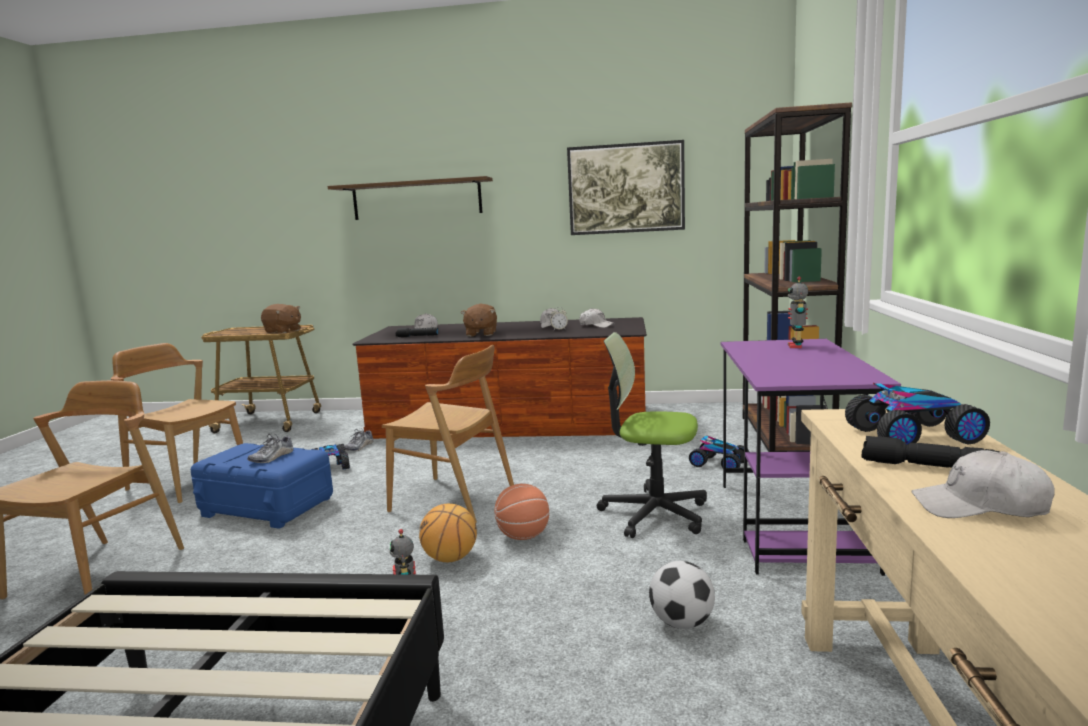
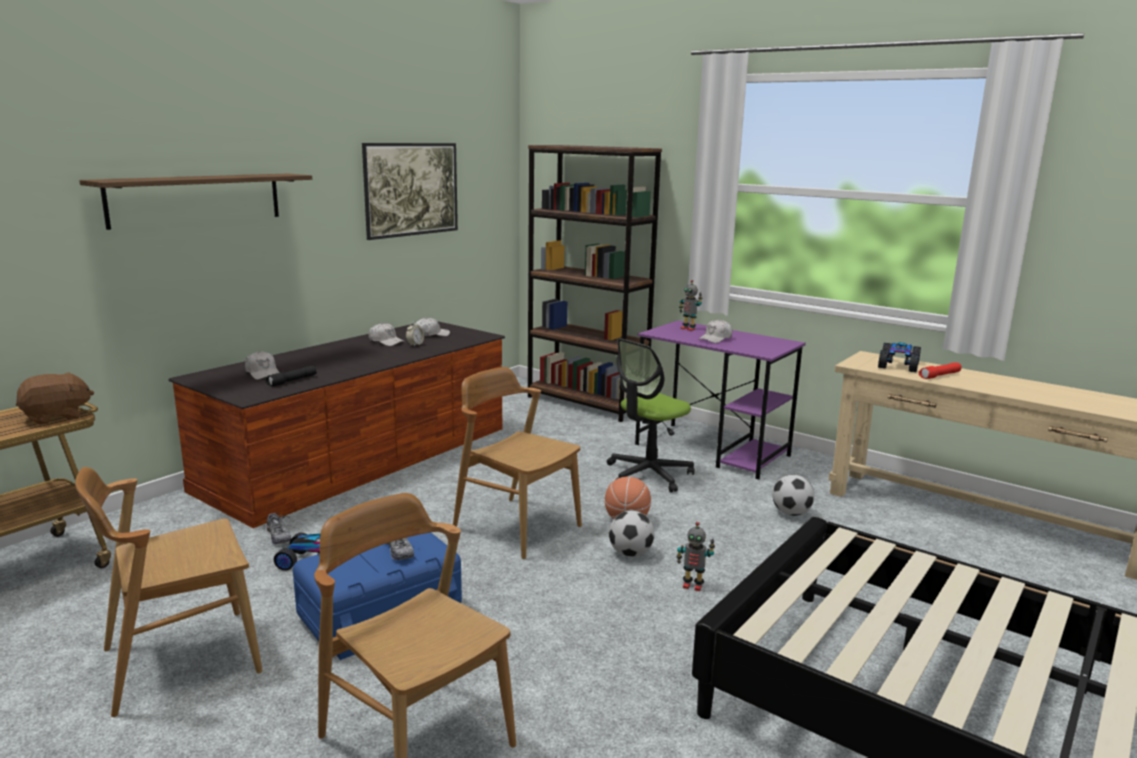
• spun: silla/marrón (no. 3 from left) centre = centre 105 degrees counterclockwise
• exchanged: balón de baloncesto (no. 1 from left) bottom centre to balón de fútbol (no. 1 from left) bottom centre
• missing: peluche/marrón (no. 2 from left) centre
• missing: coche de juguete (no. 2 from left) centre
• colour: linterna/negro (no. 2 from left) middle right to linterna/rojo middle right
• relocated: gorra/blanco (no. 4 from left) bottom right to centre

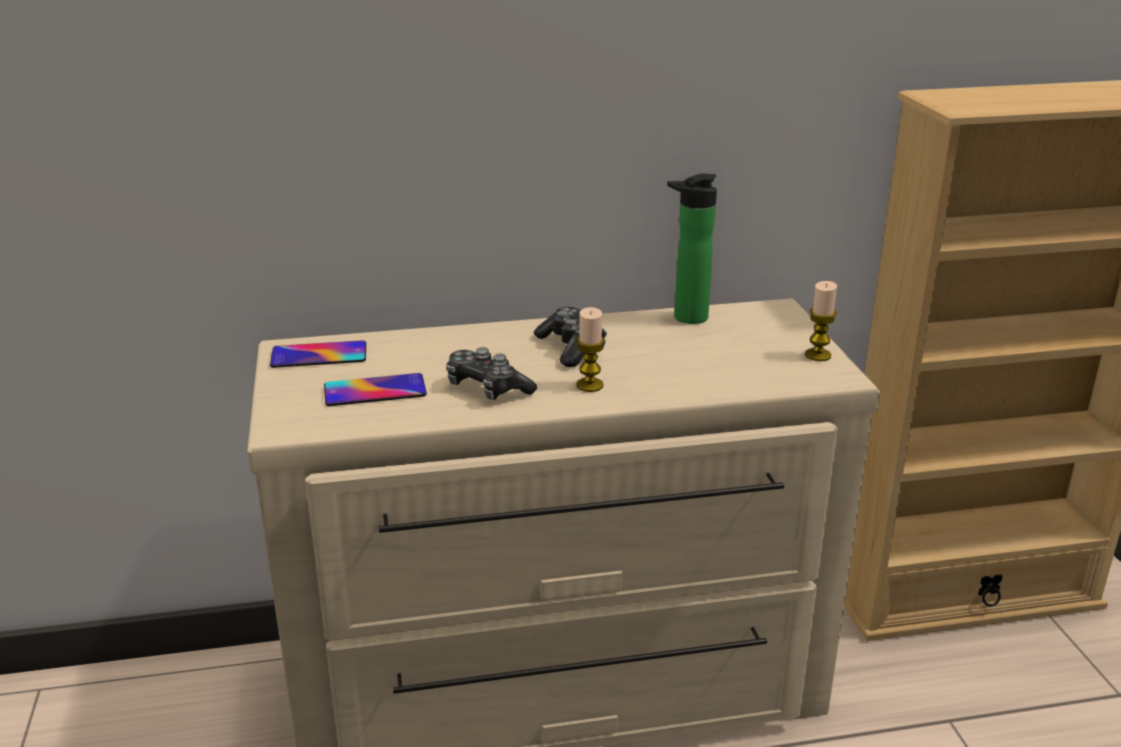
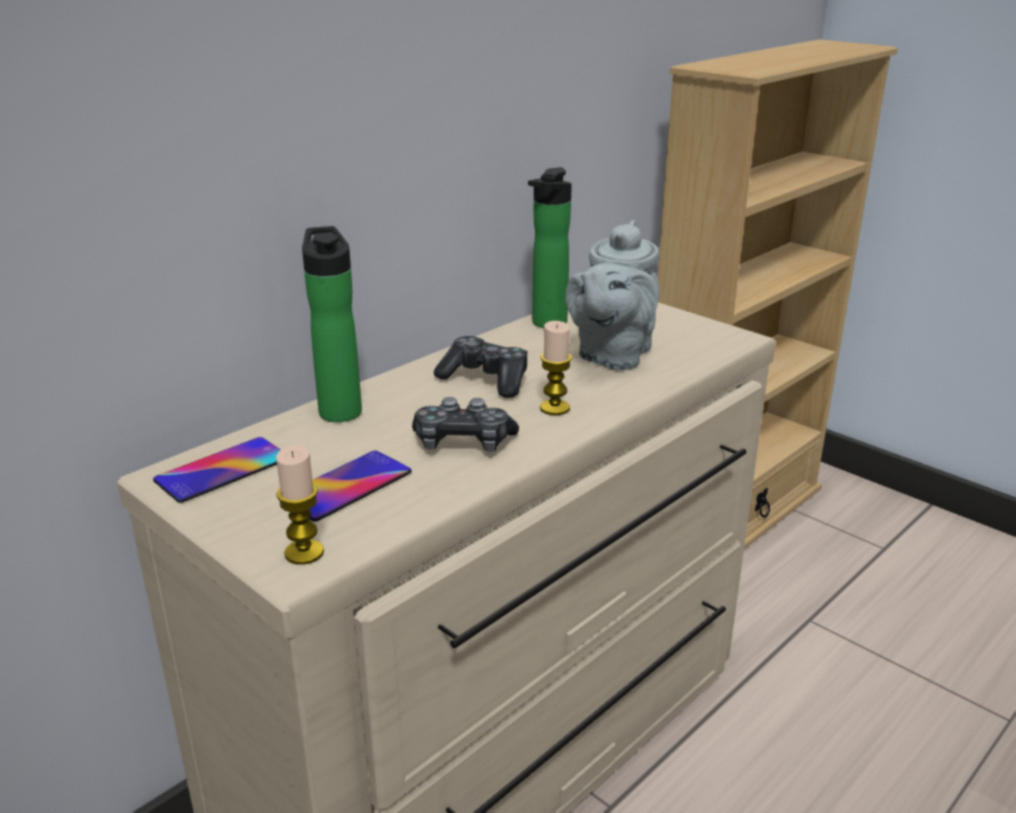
• relocated: vela (no. 2 from left in the first image) middle right to vela (no. 1 from left) middle left
• appeared: botella (no. 1 from left) middle left
• appeared: tetera/gris centre

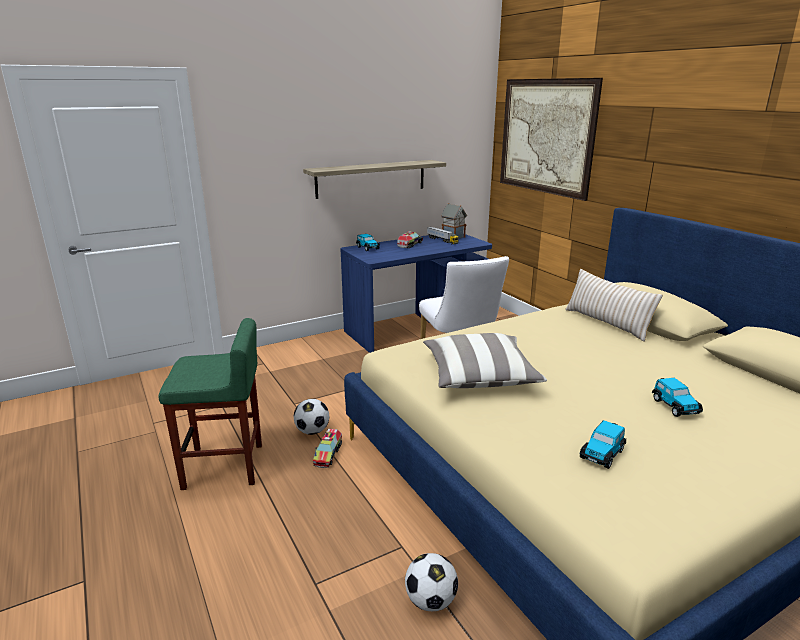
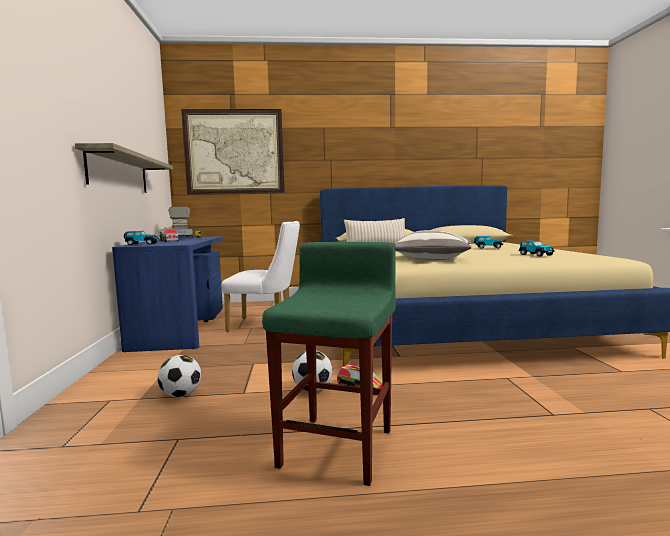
• relocated: balón de fútbol (no. 2 from left in the first image) bottom centre to balón de fútbol (no. 1 from left) bottom left

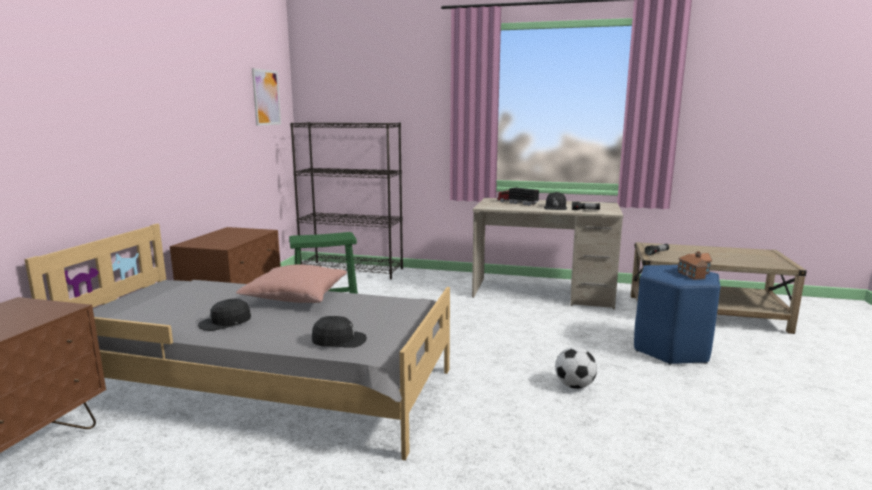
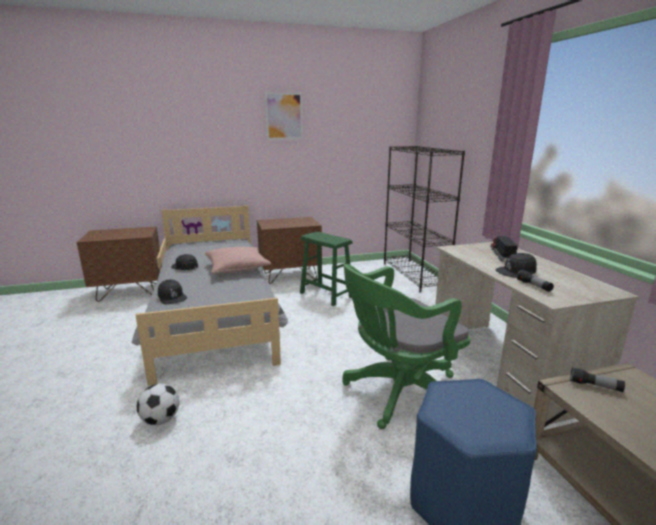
• relocated: cuadro top left to top centre
• relocated: balón de fútbol bottom centre to bottom left
• missing: casita middle right
• appeared: silla de oficina/verde centre

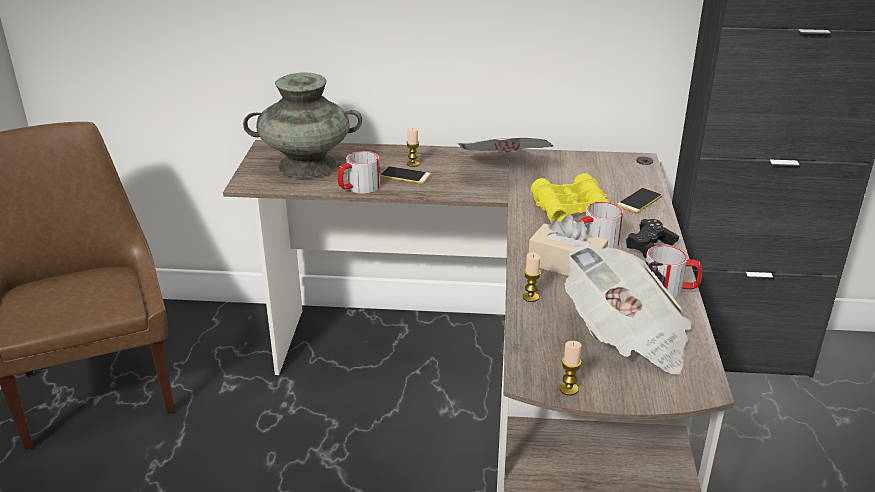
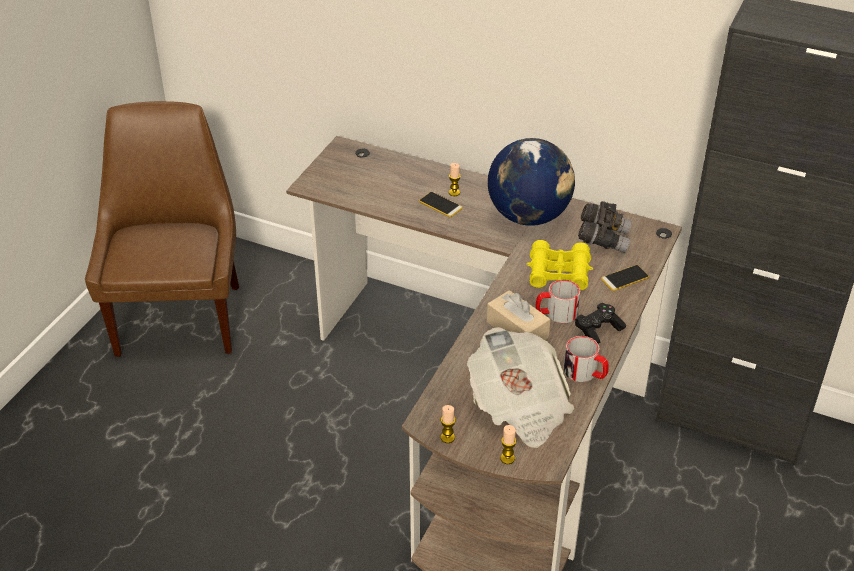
• missing: florero/turquesa top centre
• missing: taza grande (no. 1 from left) centre
• exchanged: periódico (no. 1 from left) top centre to globo terráqueo top centre
• relocated: vela (no. 2 from left in the first image) centre to vela (no. 3 from left) bottom centre
• appeared: prismáticos/gris middle right

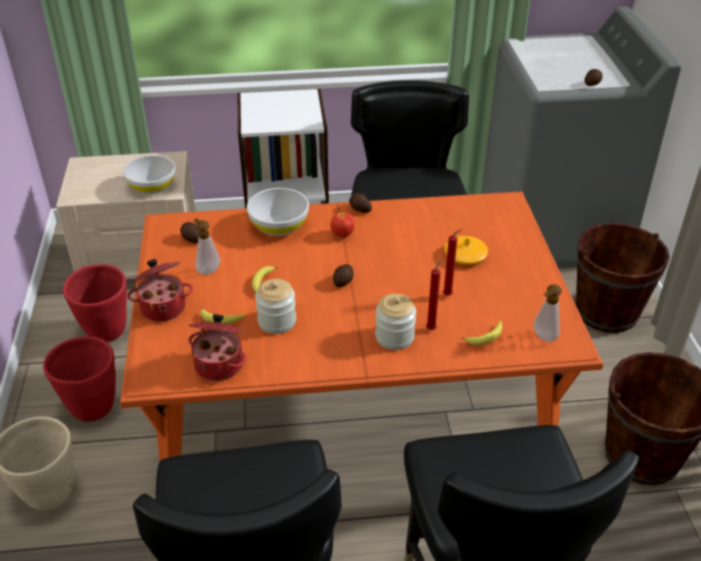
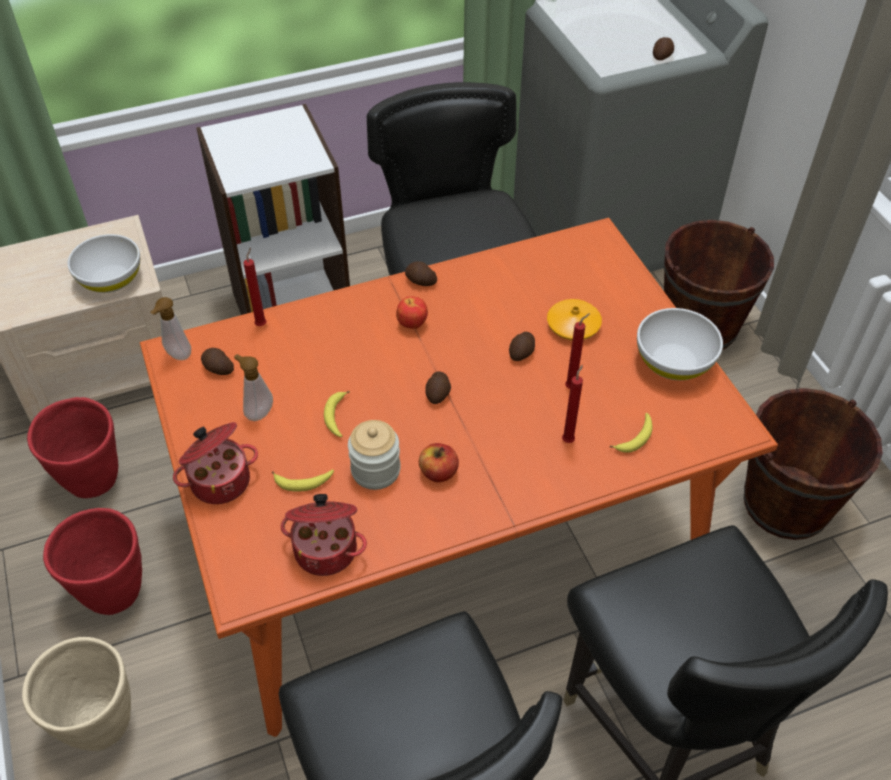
• relocated: cuenco/blanco (no. 2 from left) centre to middle right
• missing: tarro (no. 2 from left) centre
• relocated: dispensador de jabón (no. 2 from left in the first image) middle right to dispensador de jabón (no. 1 from left) middle left
• appeared: vela/rojo (no. 1 from left) middle left
• appeared: manzana (no. 2 from left) centre
• appeared: patata (no. 4 from left) centre

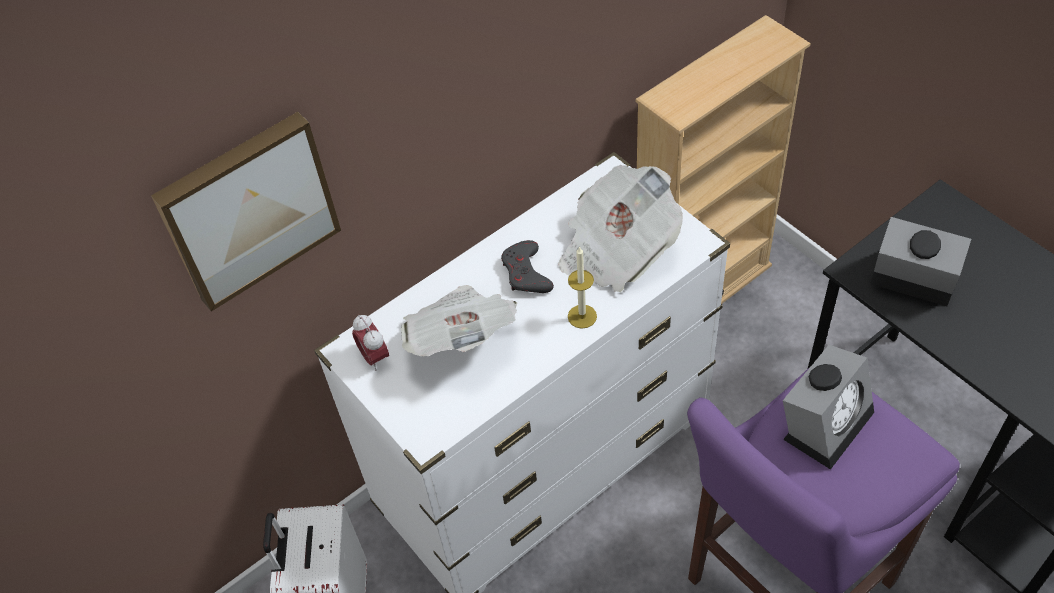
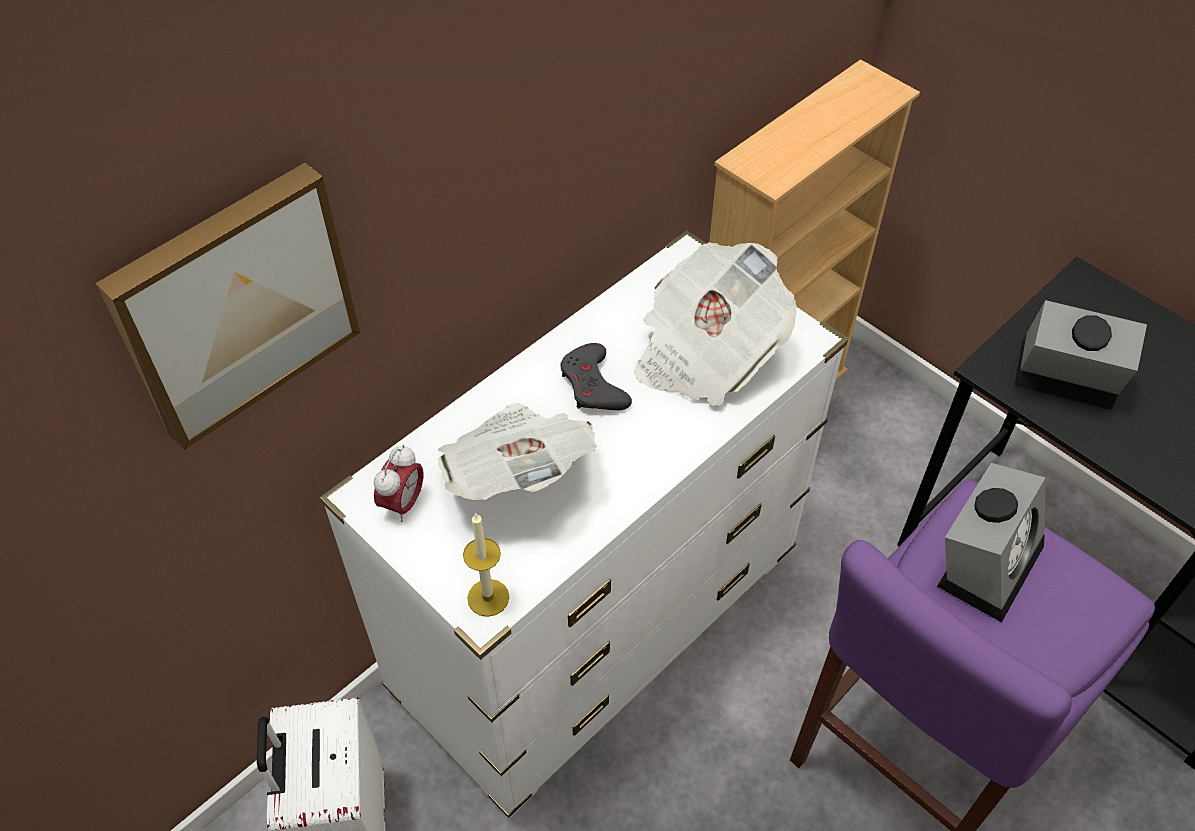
• spun: despertador (no. 1 from left) centre = centre 120 degrees counterclockwise
• relocated: vela centre to bottom centre

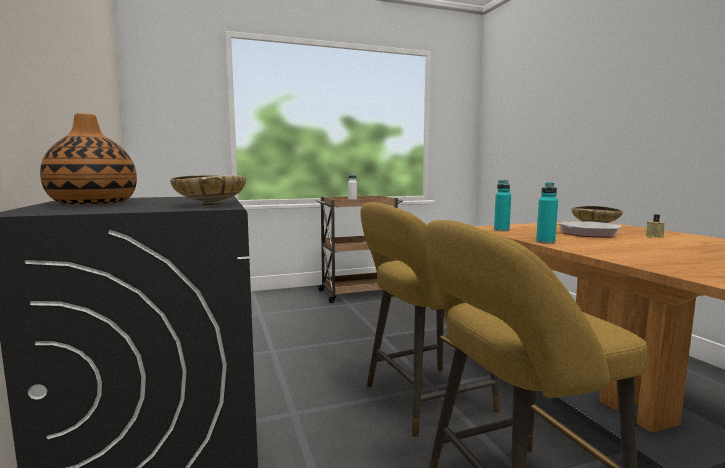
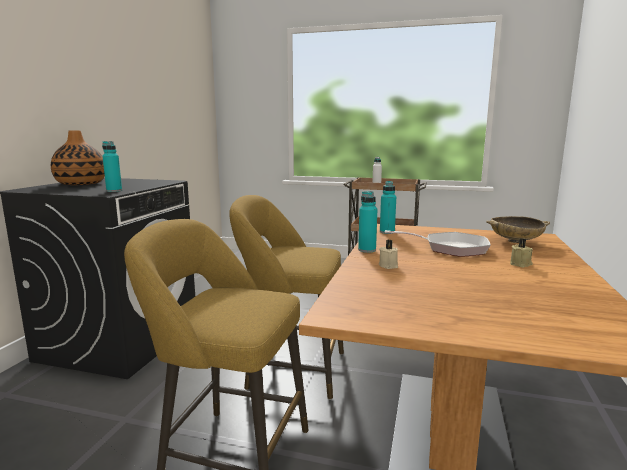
• exchanged: cuenco/beis (no. 1 from left) middle left to botella/turquesa (no. 1 from left) middle left
• appeared: vela/beis (no. 1 from left) centre

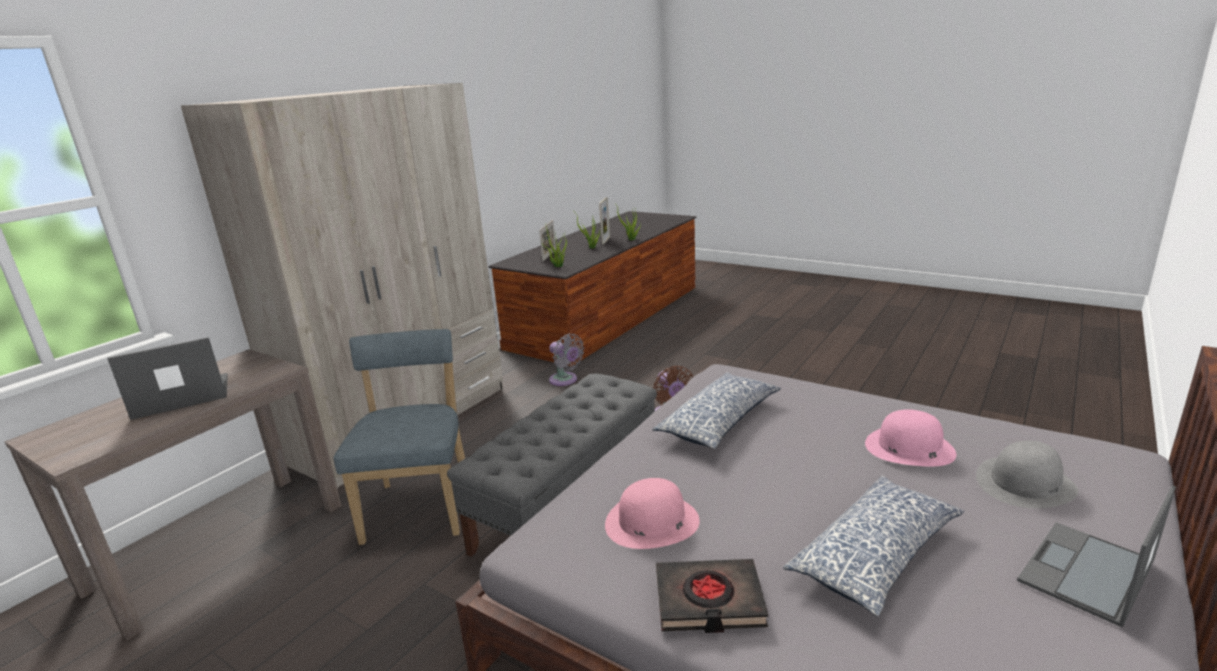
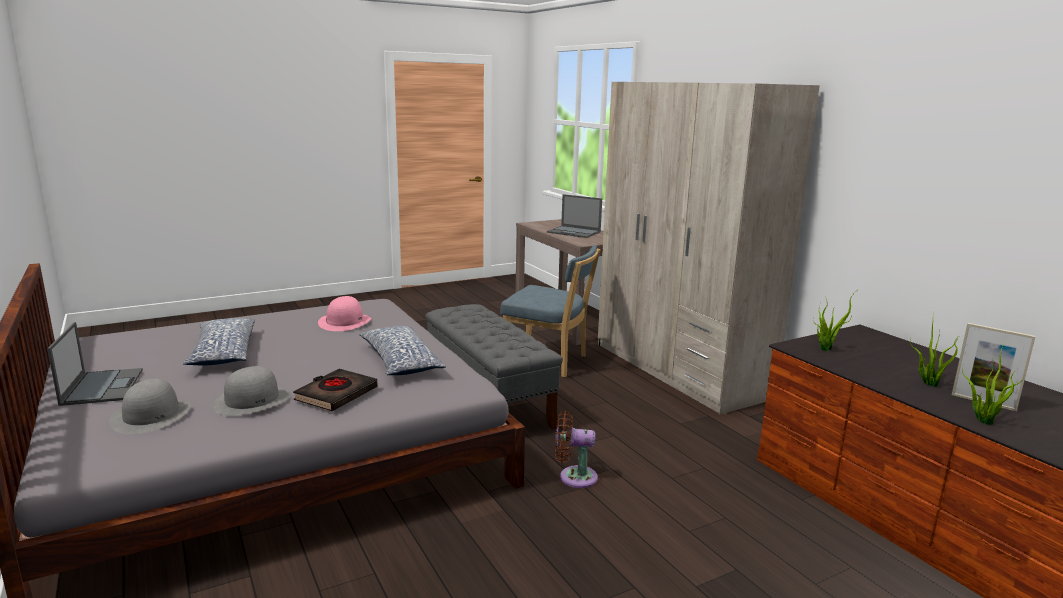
• spun: portátil (no. 1 from left in the first image) middle left = centre 120 degrees clockwise
• missing: portarretratos (no. 1 from left) centre
• missing: ventilador/gris centre
• relocated: libro/negro bottom centre to middle left
• colour: sombrero/rosa (no. 2 from left) middle right to sombrero/gris (no. 2 from left) middle left

